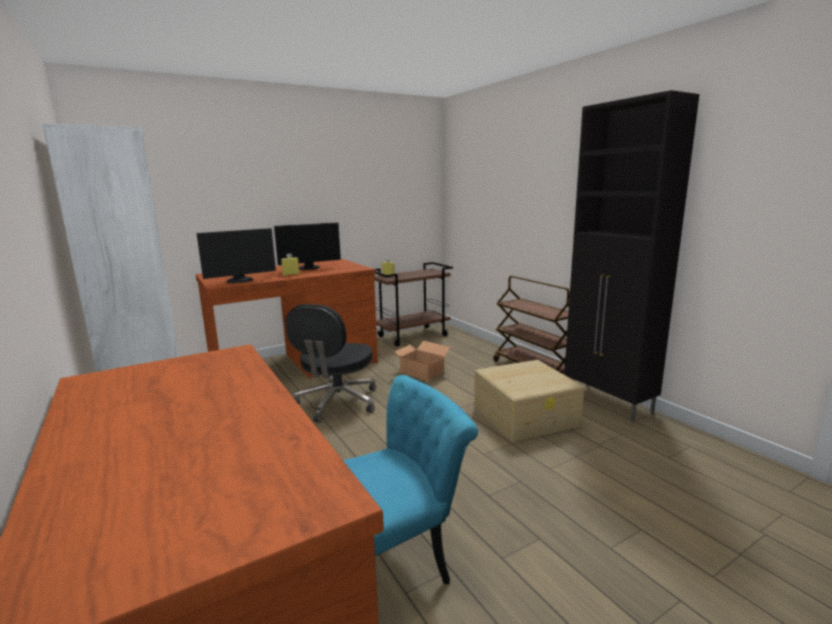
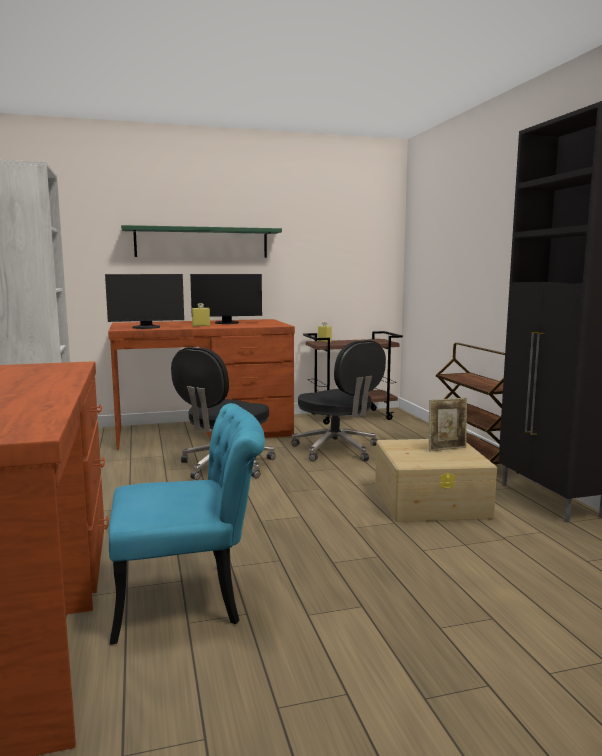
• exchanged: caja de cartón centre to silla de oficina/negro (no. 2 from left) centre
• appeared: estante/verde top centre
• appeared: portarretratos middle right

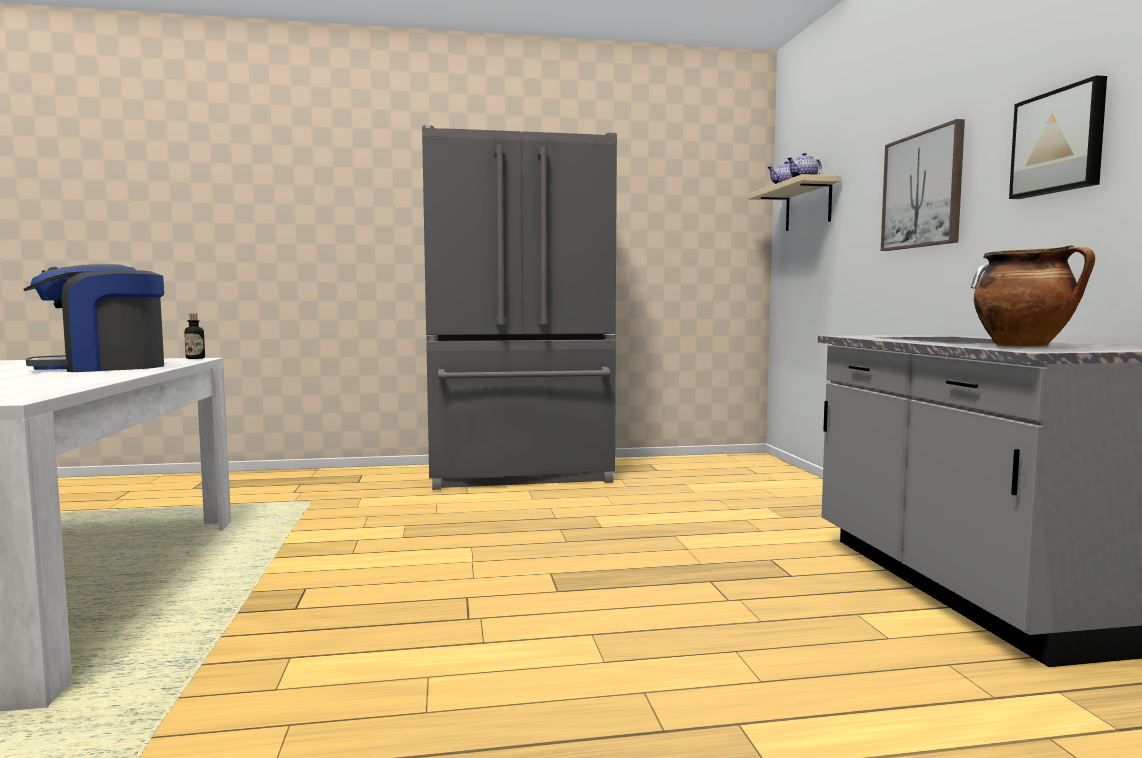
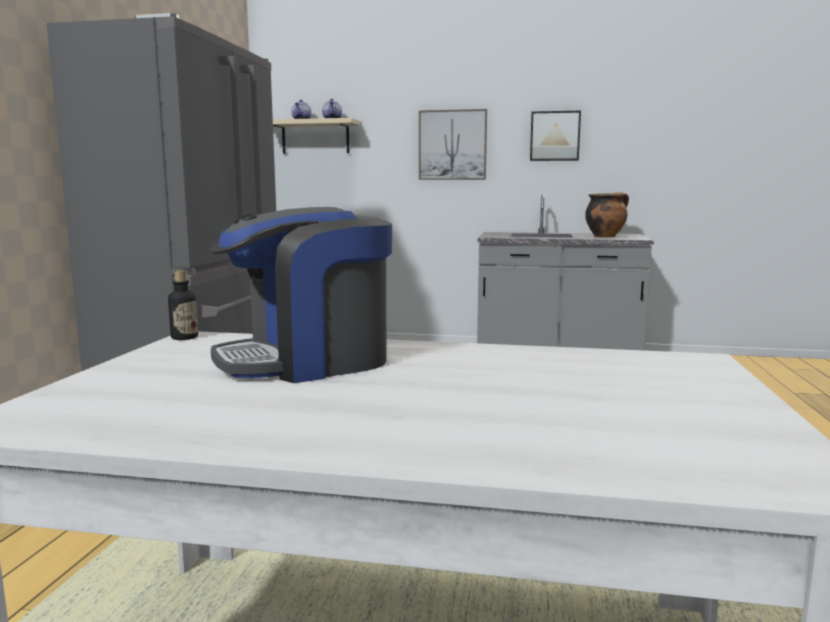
• spun: cafetera middle left = centre 75 degrees clockwise

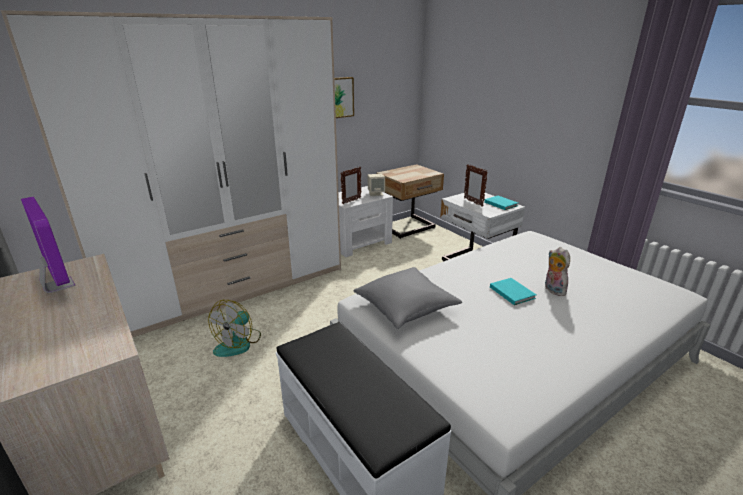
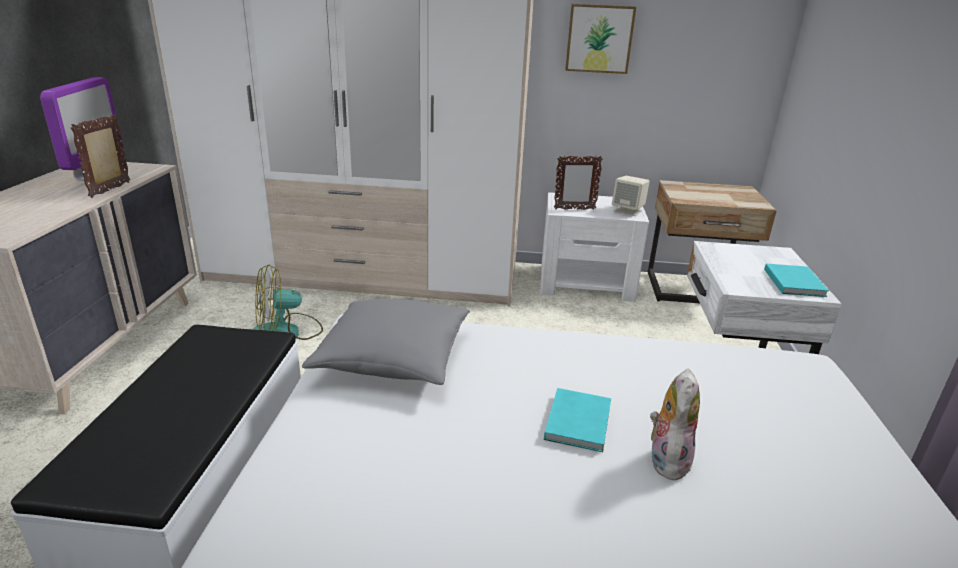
• relocated: portarretratos (no. 2 from left in the first image) centre to portarretratos (no. 1 from left) top left

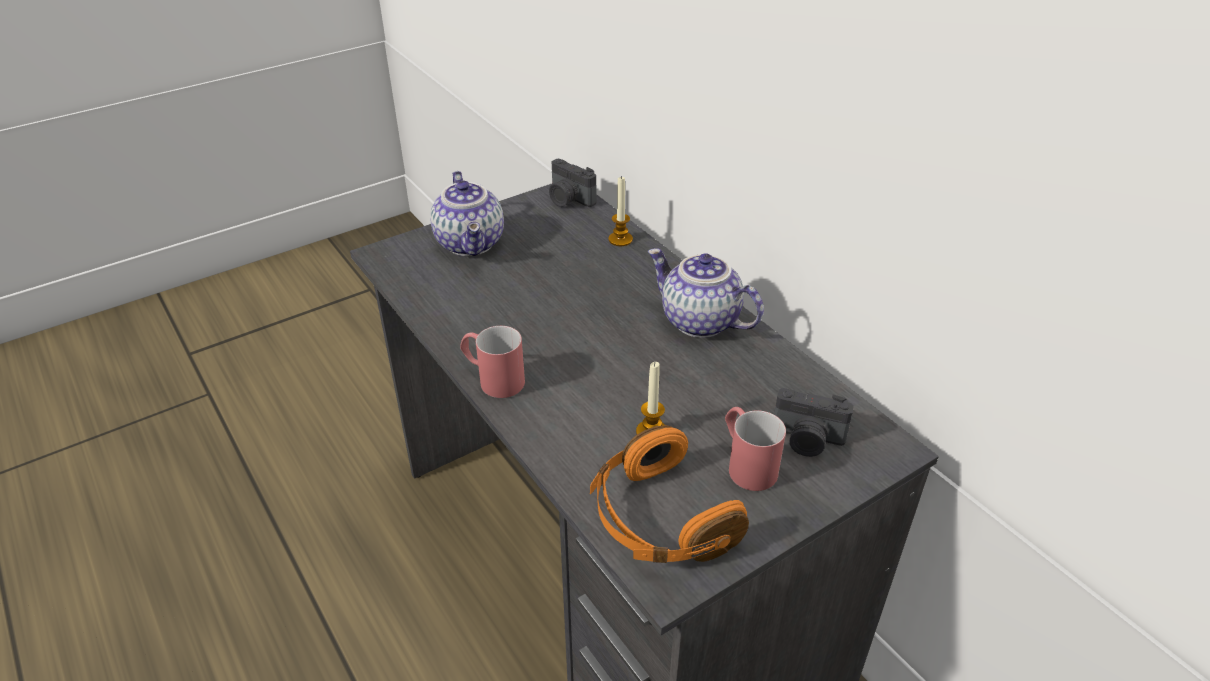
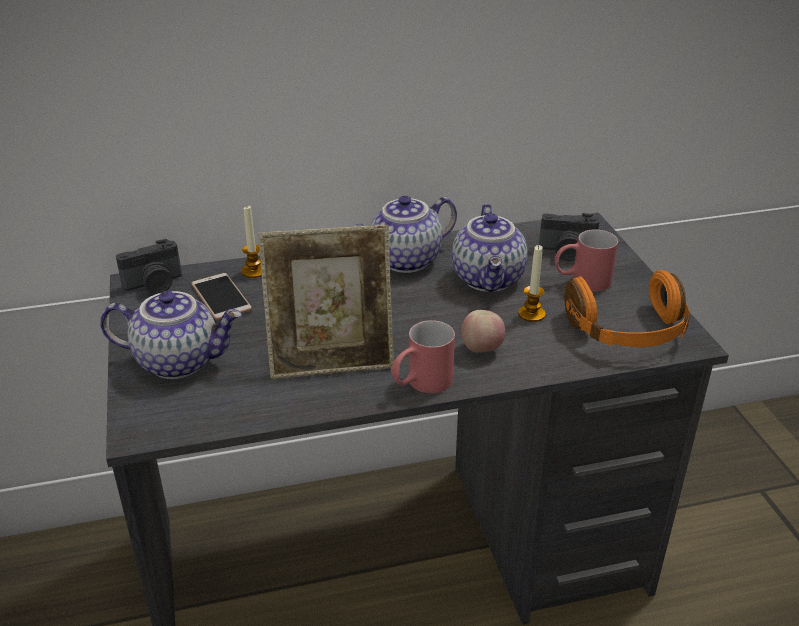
• spun: cámara (no. 2 from left) middle right = middle right 60 degrees clockwise
• appeared: móvil middle left
• appeared: portarretratos centre
• appeared: tetera (no. 3 from left) centre
• appeared: manzana centre

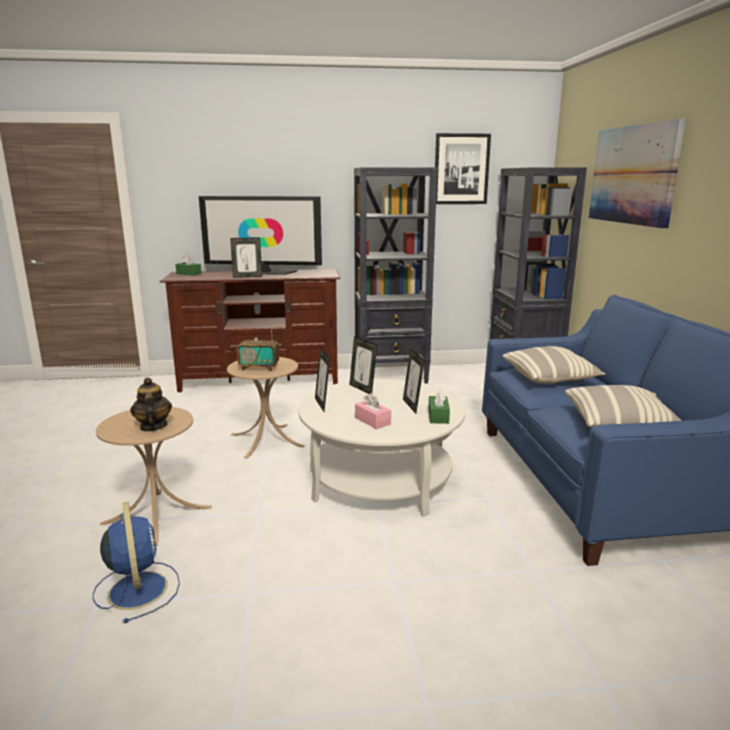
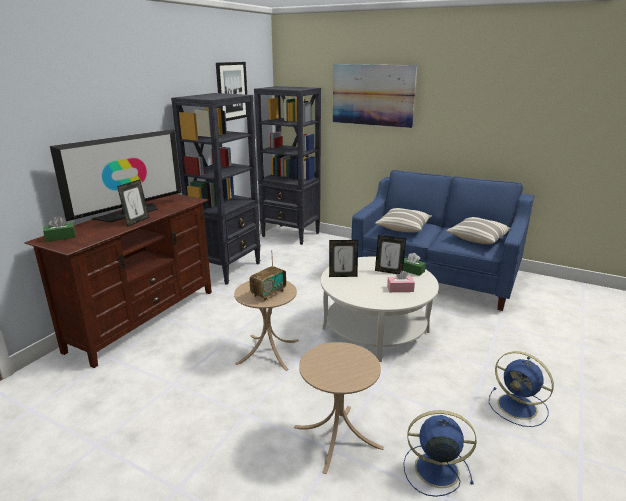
• missing: tetera middle left
• missing: portarretratos (no. 2 from left) centre
• appeared: ventilador/azul (no. 2 from left) bottom right

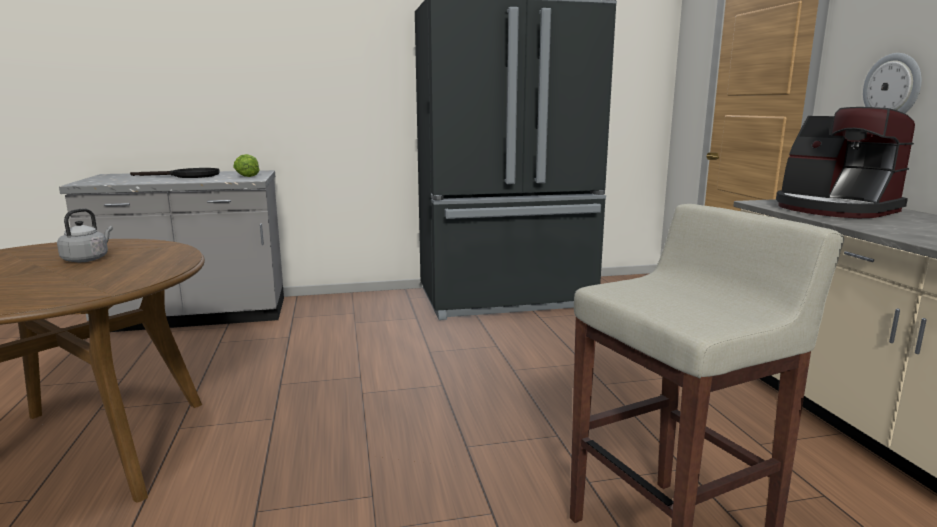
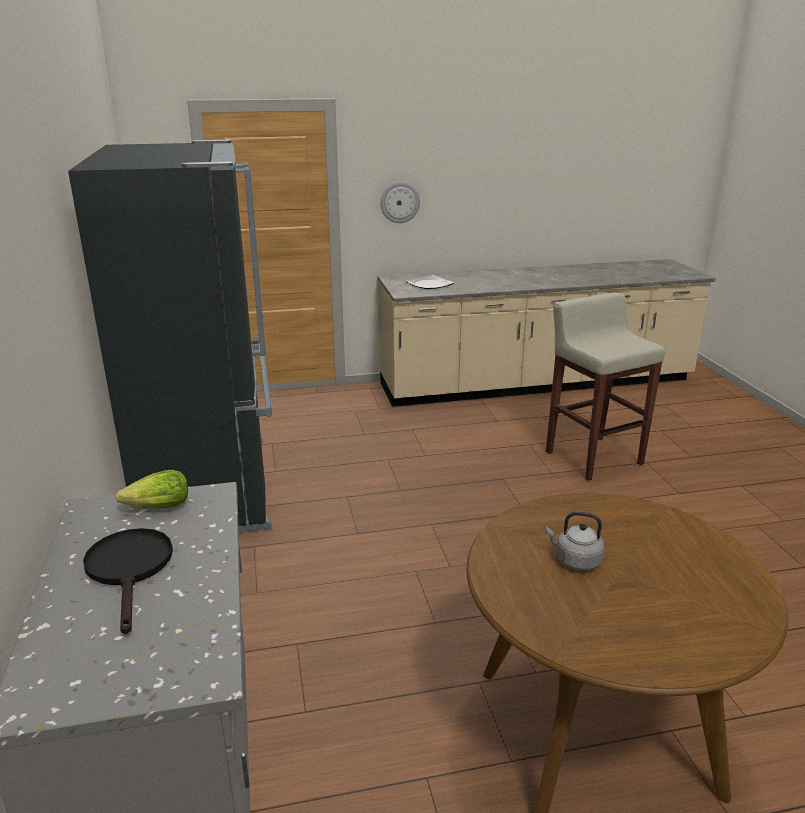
• exchanged: cafetera top right to plato centre

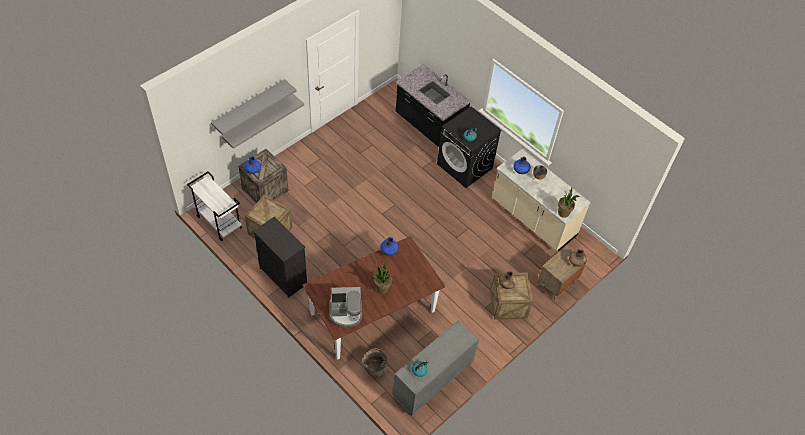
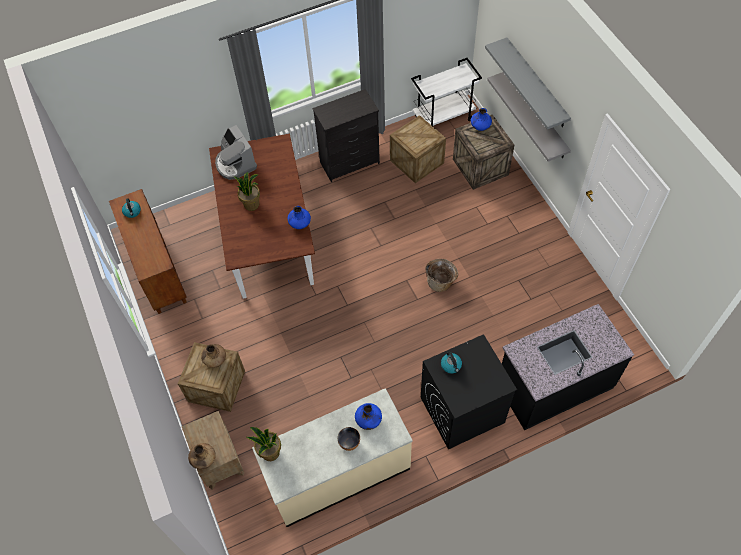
• spun: cafetera bottom centre = top left 45 degrees counterclockwise
• relocated: cesta bottom centre to centre
• colour: armario/gris bottom centre to armario/marrón middle left

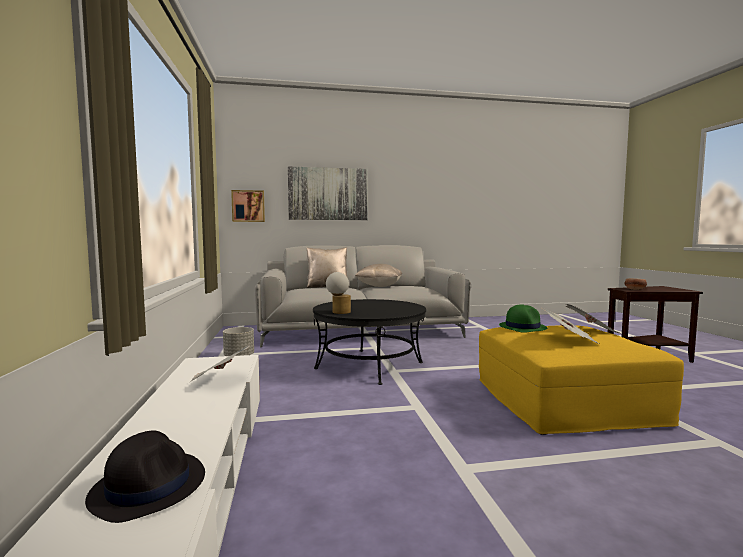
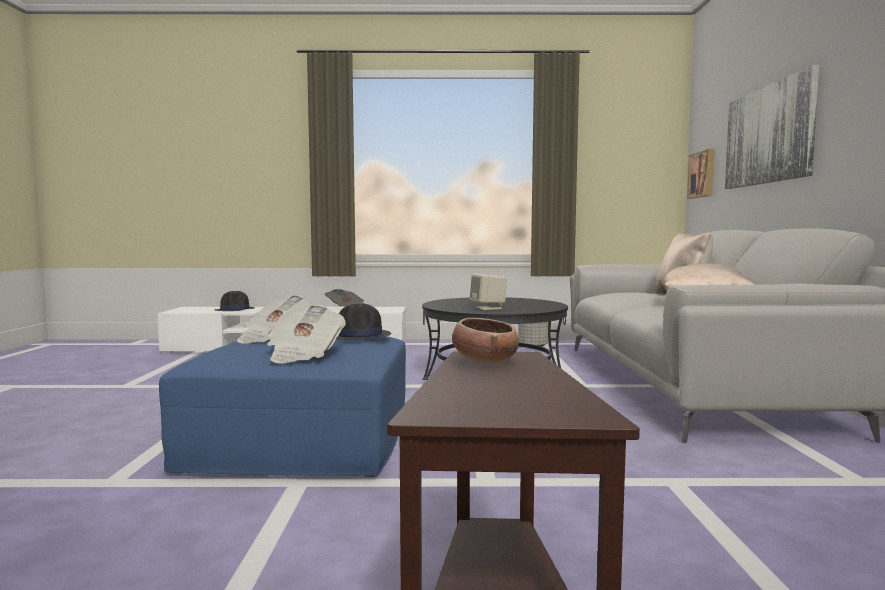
• missing: lámpara de mesa centre
• colour: puf/amarillo bottom right to puf/azul bottom left
• colour: sombrero/verde middle right to sombrero/negro (no. 2 from left) centre
• appeared: altavoz/beis centre

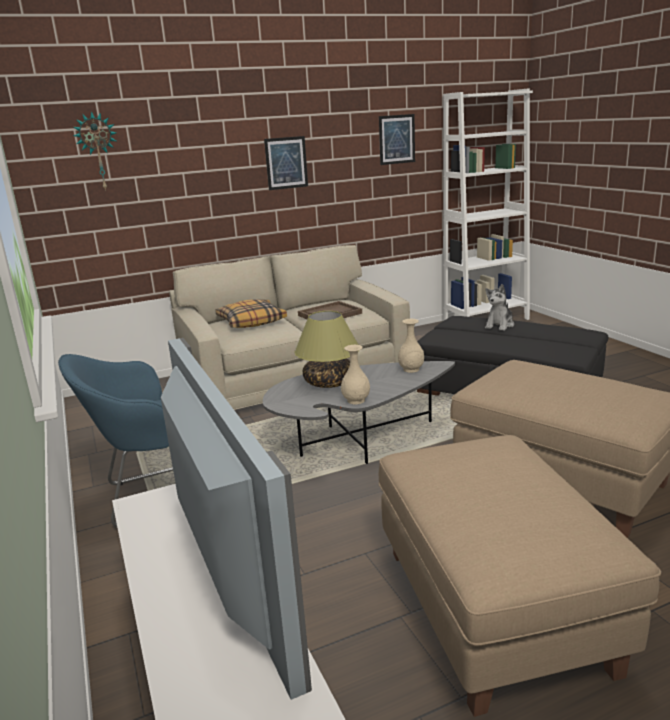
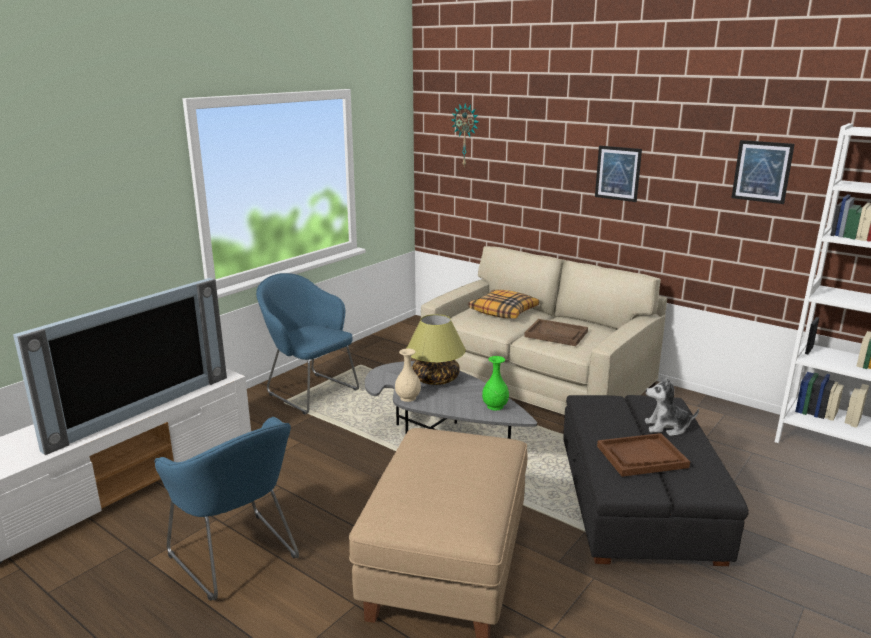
• exchanged: puf/beis (no. 1 from left) bottom right to sillón/azul (no. 1 from left) bottom left
• colour: florero/beis (no. 2 from left) centre to florero/verde centre
• appeared: bandeja/marrón (no. 2 from left) bottom right

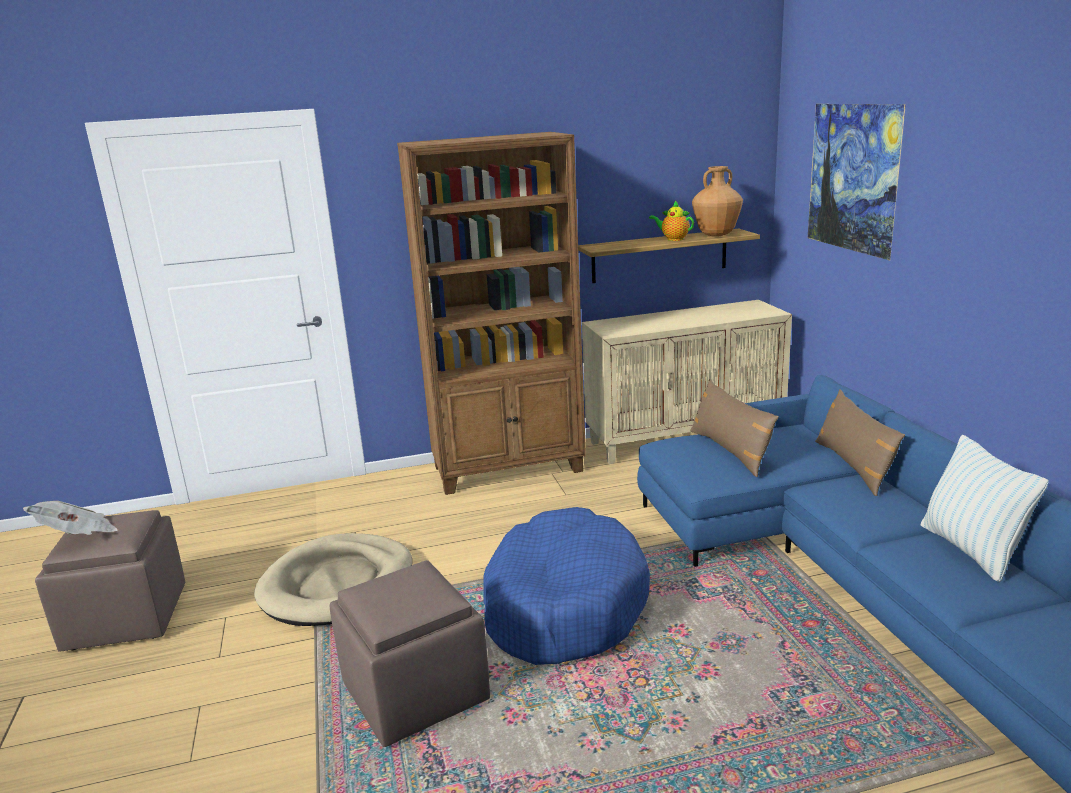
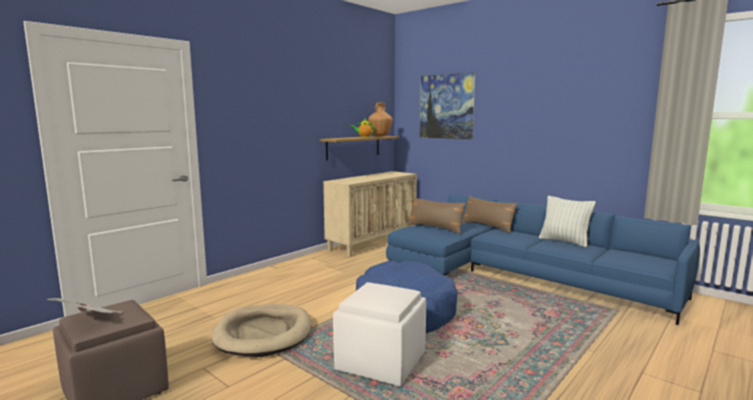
• colour: puf/marrón (no. 2 from left) bottom centre to puf/blanco bottom centre
• missing: estantería/marrón centre

